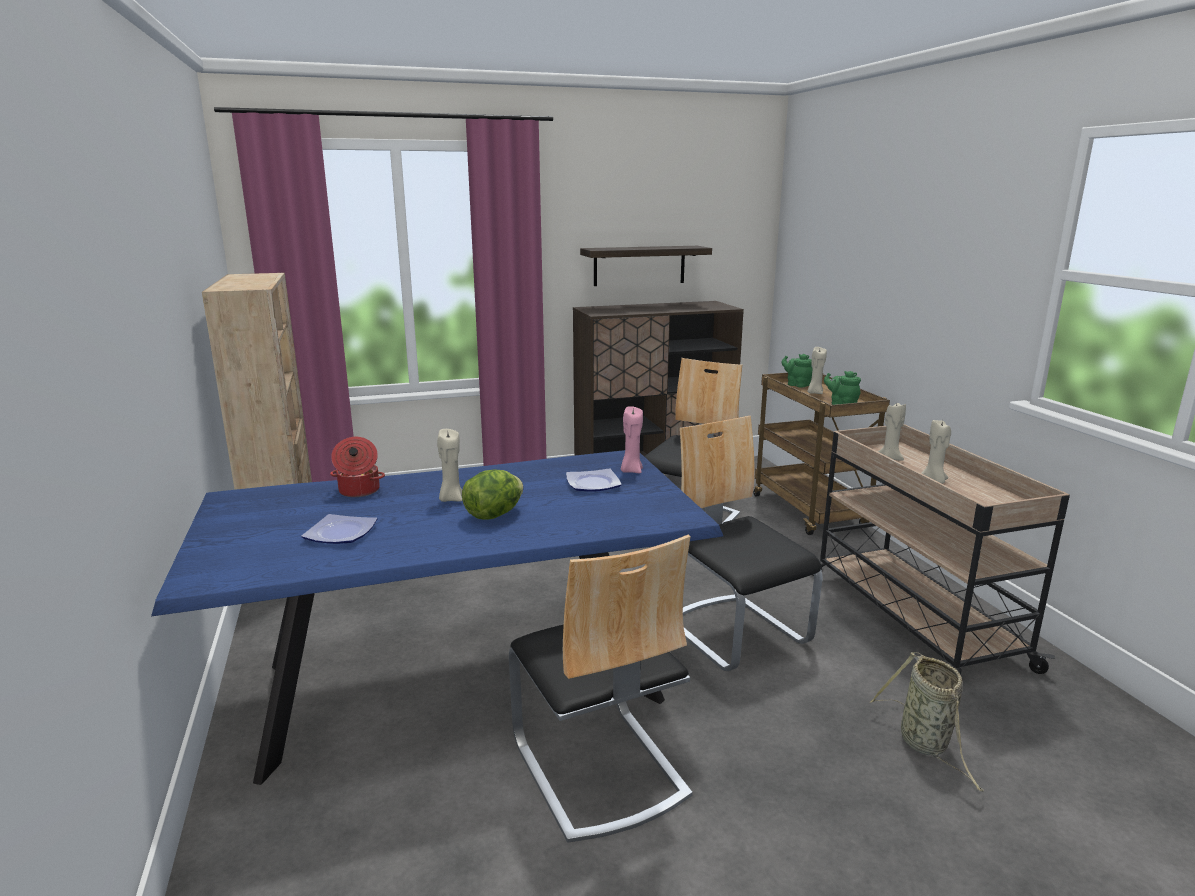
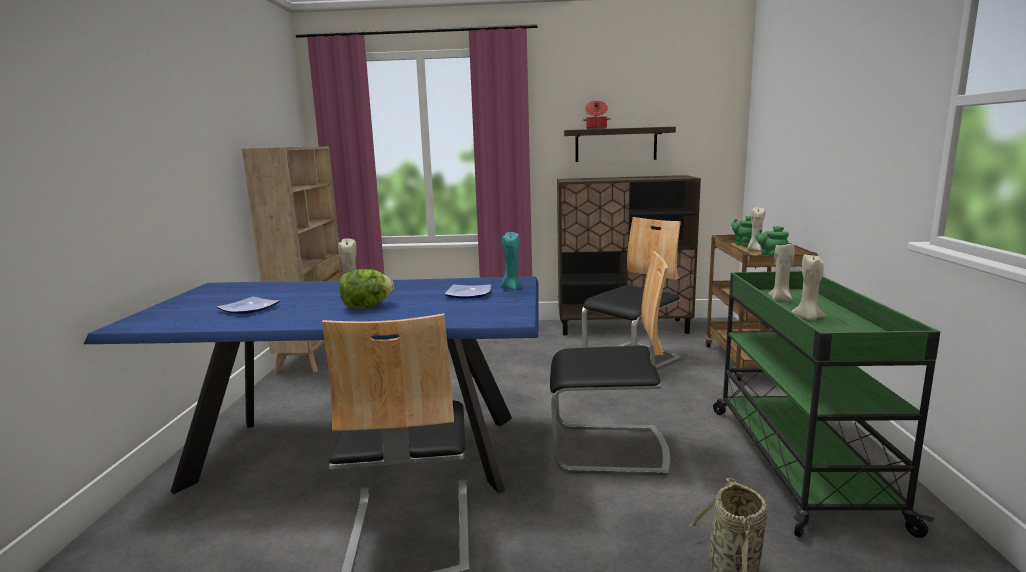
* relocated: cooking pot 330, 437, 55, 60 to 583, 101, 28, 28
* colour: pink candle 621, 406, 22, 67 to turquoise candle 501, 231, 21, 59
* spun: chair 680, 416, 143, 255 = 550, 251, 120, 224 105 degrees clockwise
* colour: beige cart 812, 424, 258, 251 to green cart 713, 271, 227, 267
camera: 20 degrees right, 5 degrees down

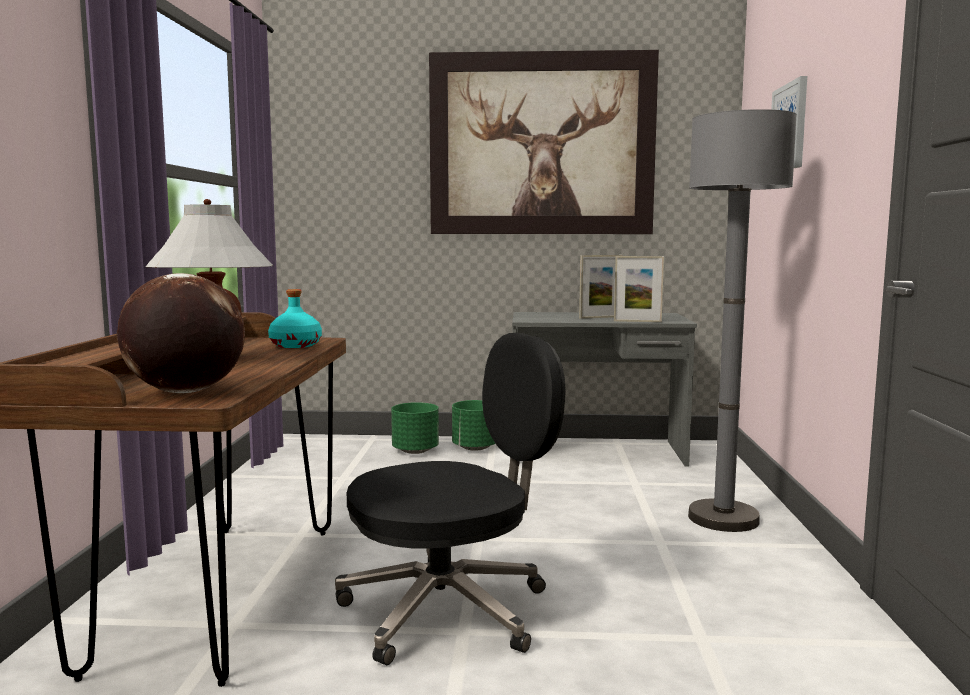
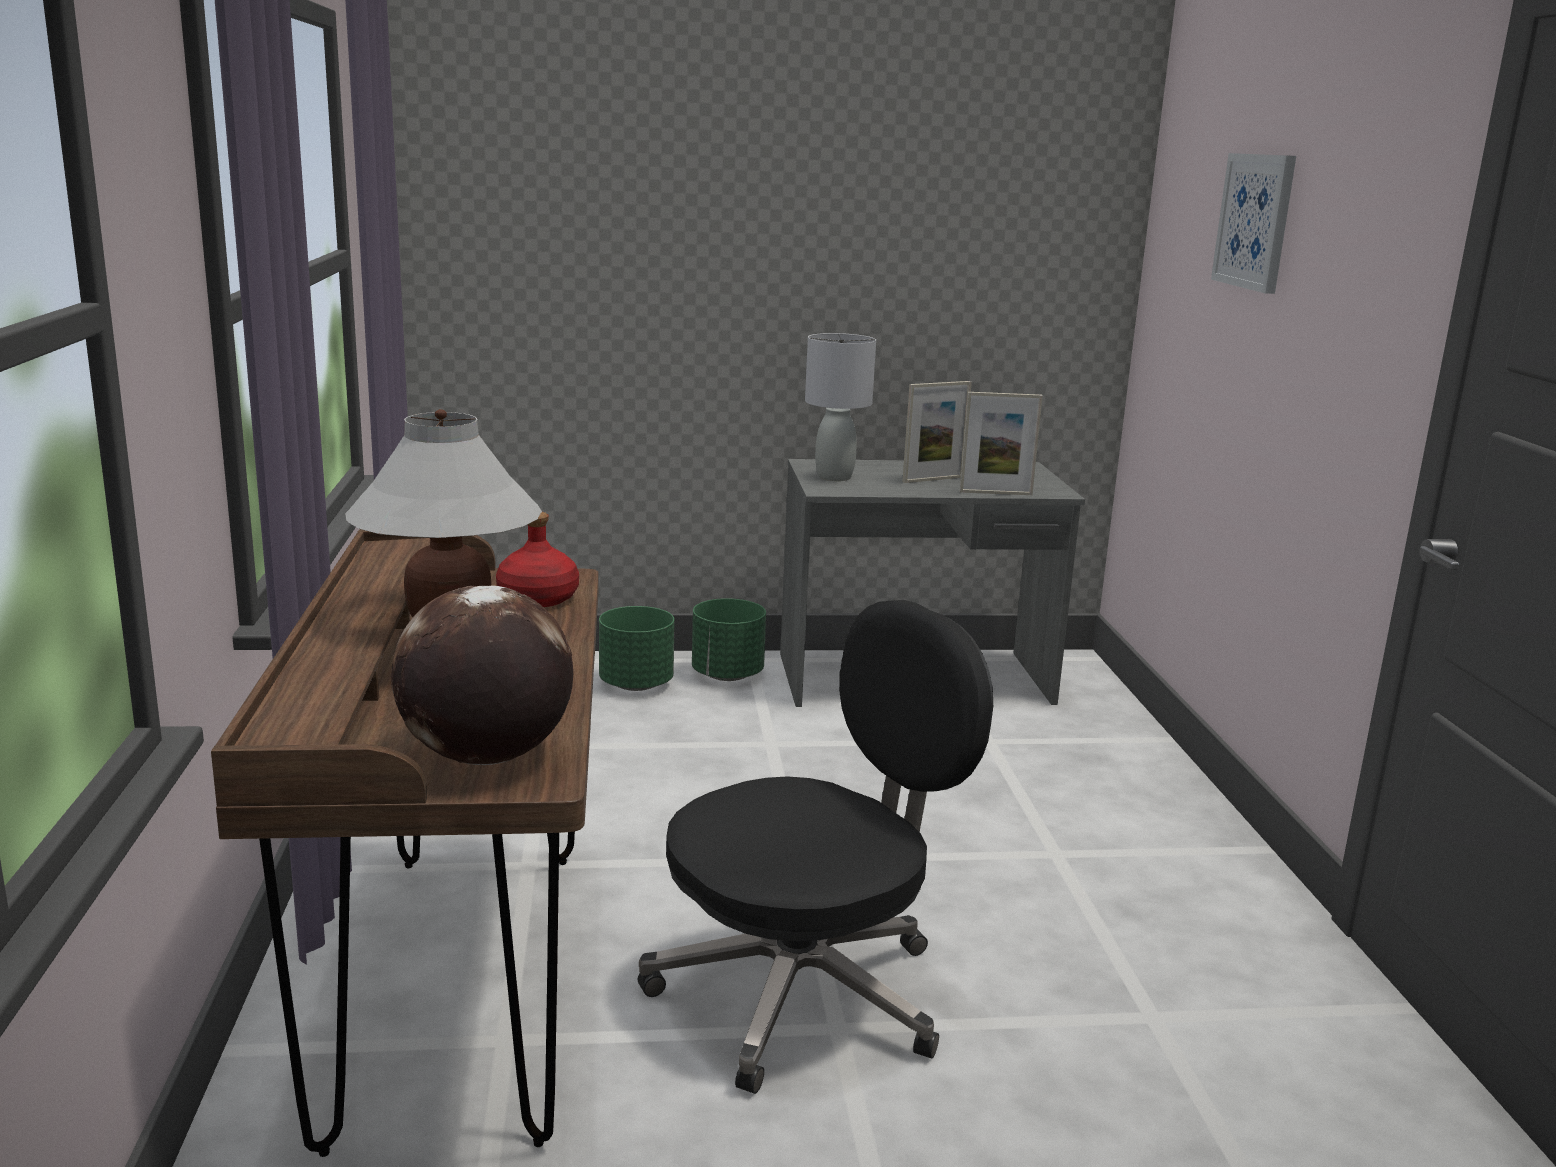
* colour: turquoise bottle 268, 289, 54, 59 to red bottle 496, 512, 83, 95
* missing: picture 429, 50, 230, 184
* missing: grey floor lamp 688, 109, 109, 423
* appeared: grey table lamp 805, 333, 71, 148
camera: 10 degrees left, 10 degrees up

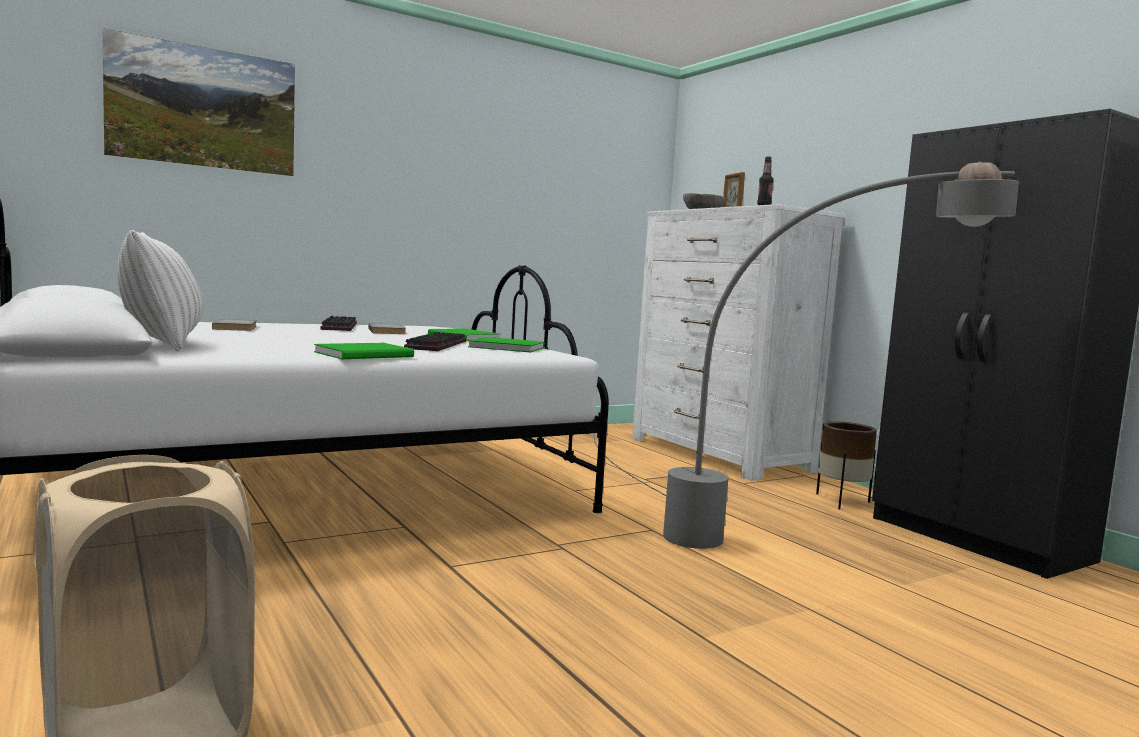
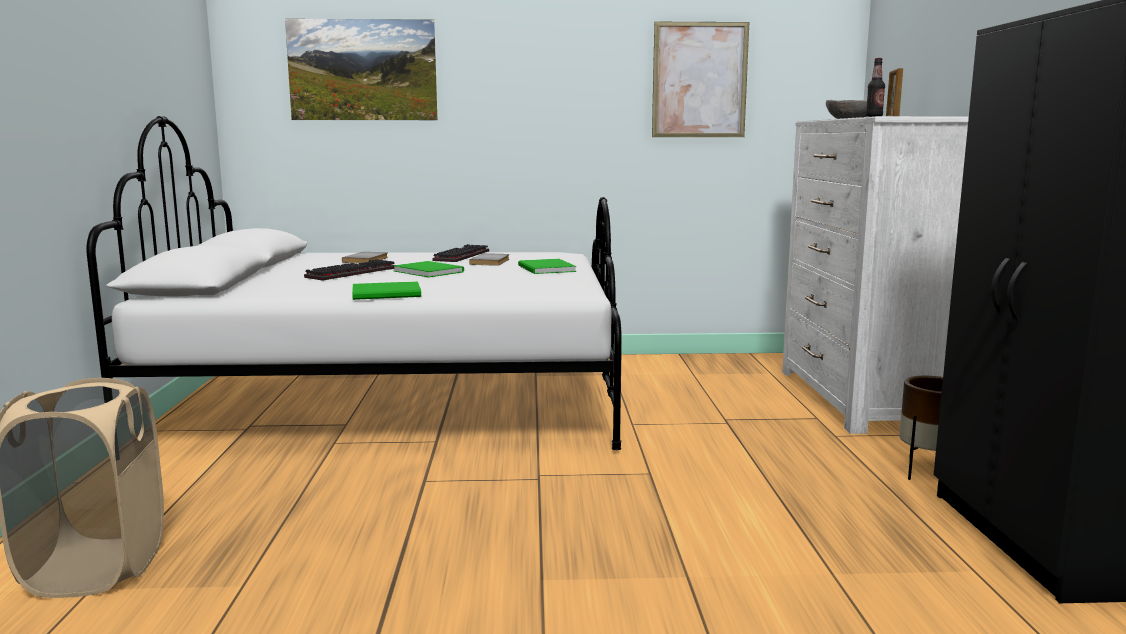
* missing: white pillow 117, 230, 86, 121
* relocated: keyboard 404, 332, 62, 19 to 304, 259, 91, 22
* relocated: green book 468, 337, 77, 15 to 393, 261, 71, 17
* missing: grey floor lamp 594, 161, 425, 388
* appeared: picture 652, 22, 97, 115
camera: 30 degrees right, 5 degrees up

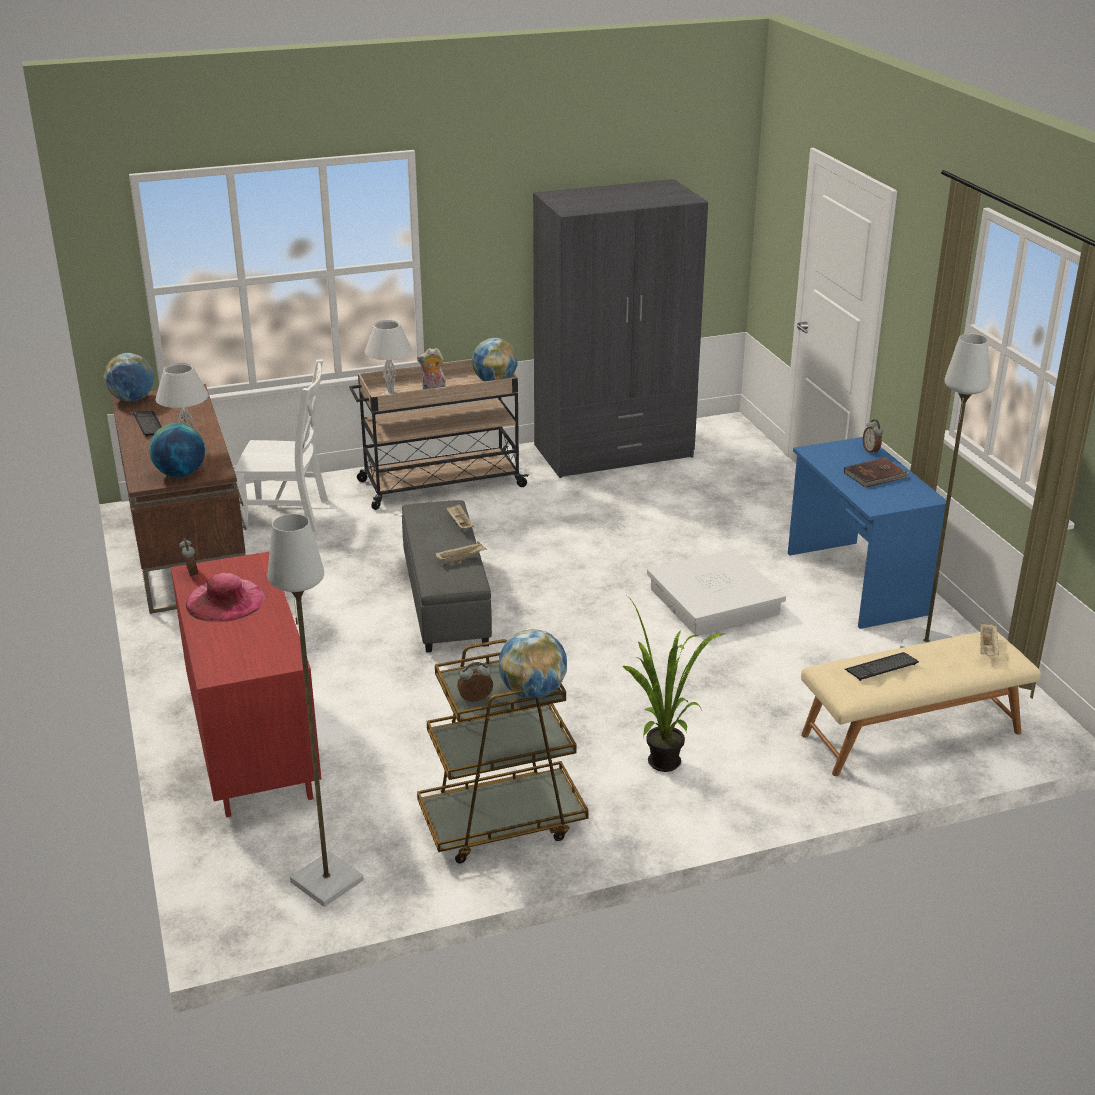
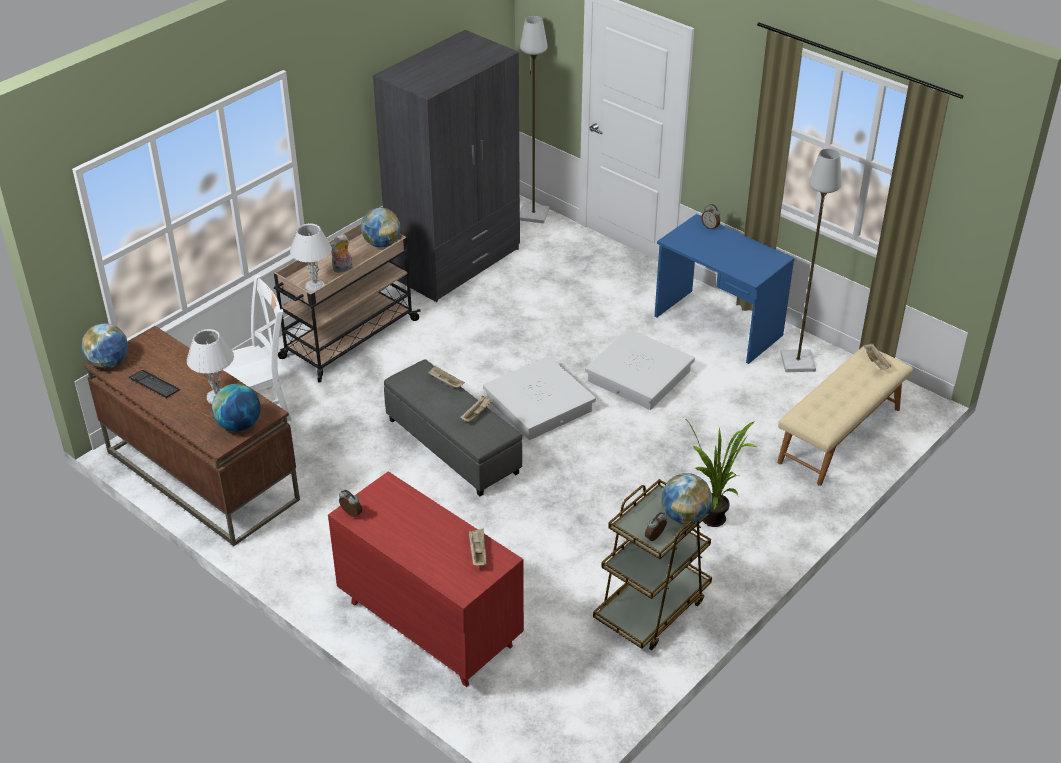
* missing: pink hat 186, 573, 79, 49
* relocated: grey floor lamp 268, 514, 96, 393 to 520, 16, 29, 207
* missing: brown book 844, 458, 65, 30
* missing: keyboard 845, 652, 74, 29
* appeared: beige tray 468, 528, 19, 38
* appeared: white storage box 483, 356, 113, 84
camera: 30 degrees left, 10 degrees up

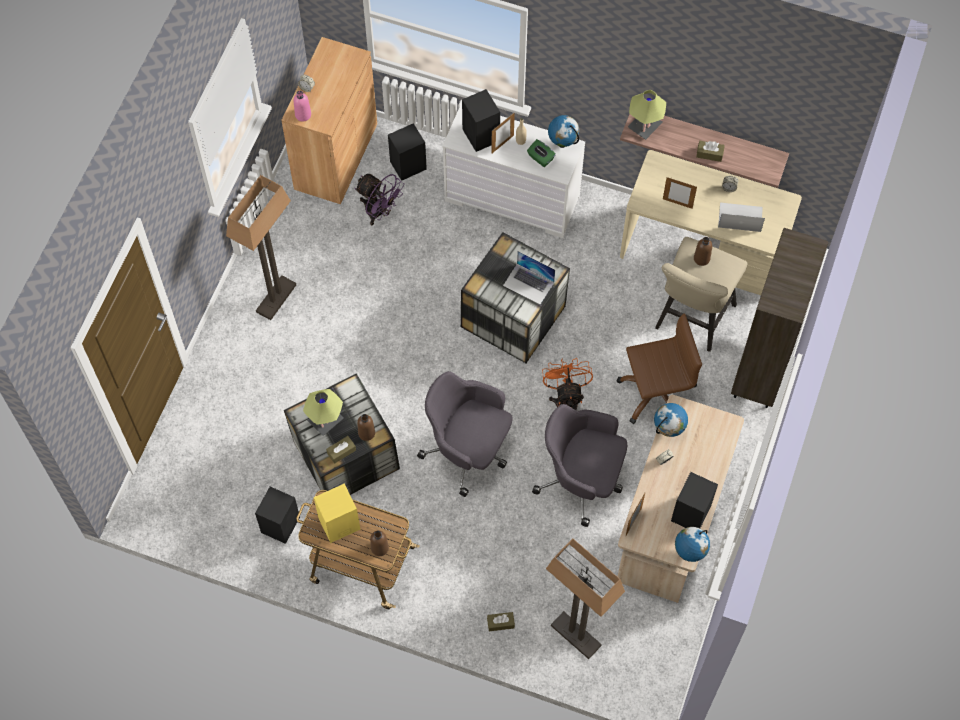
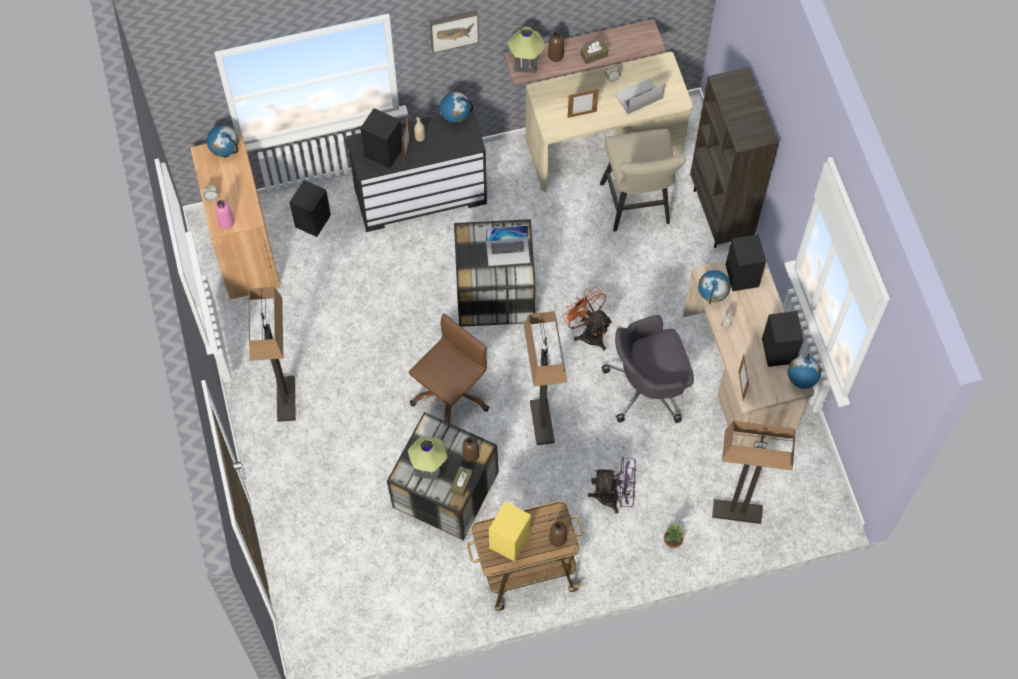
* relocated: black speaker 255, 487, 45, 57 to 725, 234, 41, 57
* relocated: purple fan 355, 174, 49, 51 to 588, 457, 48, 57
* exchanged: grey office chair 417, 371, 96, 126 to floor lamp 524, 311, 43, 134
* colour: white dresser 442, 104, 143, 134 to black dresser 346, 109, 141, 123
* exchanged: brown tissue box 487, 612, 28, 19 to potted plant 664, 523, 20, 25
* missing: green tissue box 527, 139, 29, 28
* relocated: brown office chair 617, 313, 85, 111 to 409, 313, 80, 110
* relocated: brown bottle 694, 237, 18, 29 to 548, 31, 16, 31
* appeared: globe 207, 125, 32, 32
* appeared: picture 430, 10, 49, 43
camera: 35 degrees left, 0 degrees up

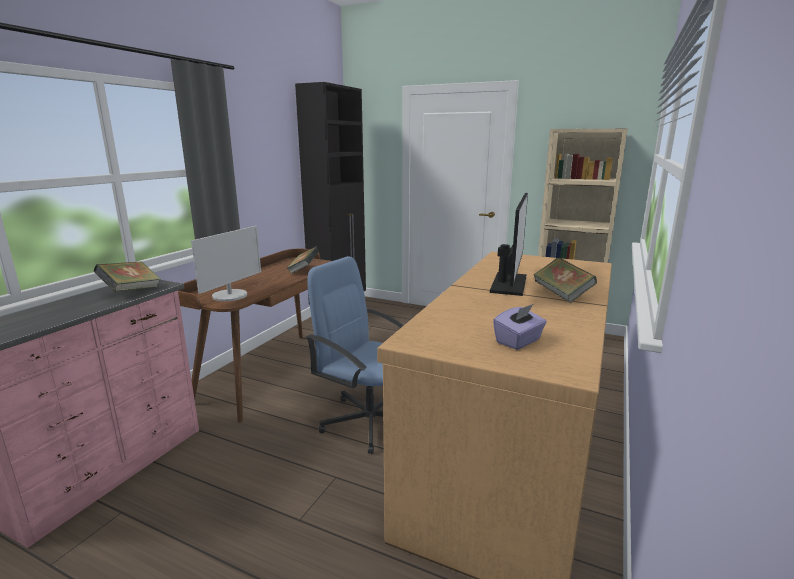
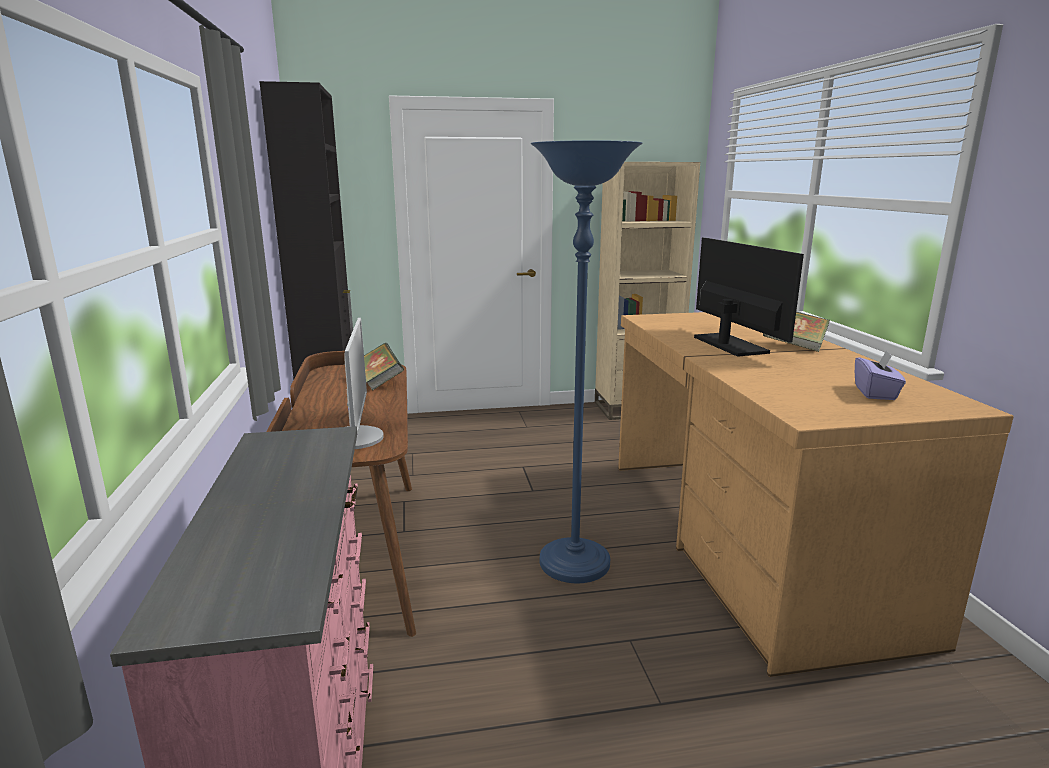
* missing: book 94, 261, 67, 30
* exchanged: blue office chair 306, 256, 98, 198 to blue floor lamp 531, 140, 111, 443
camera: 35 degrees left, 0 degrees up

